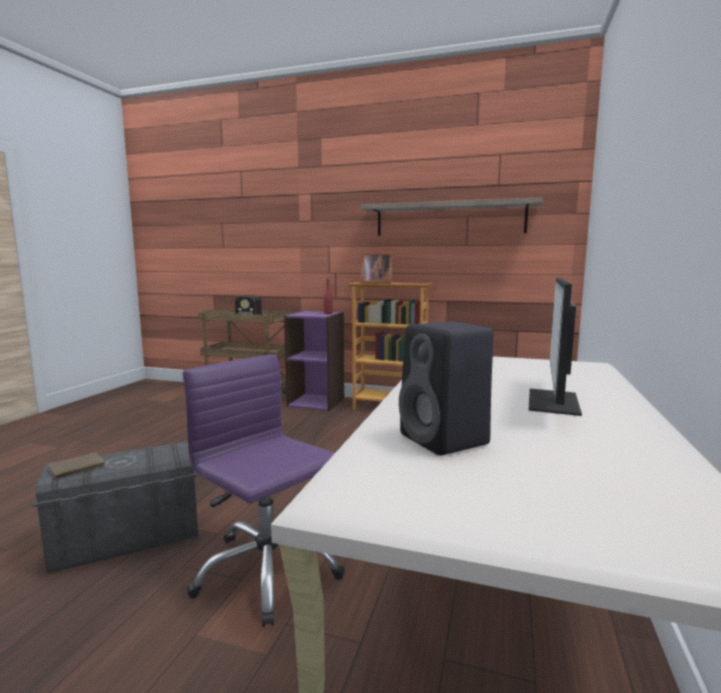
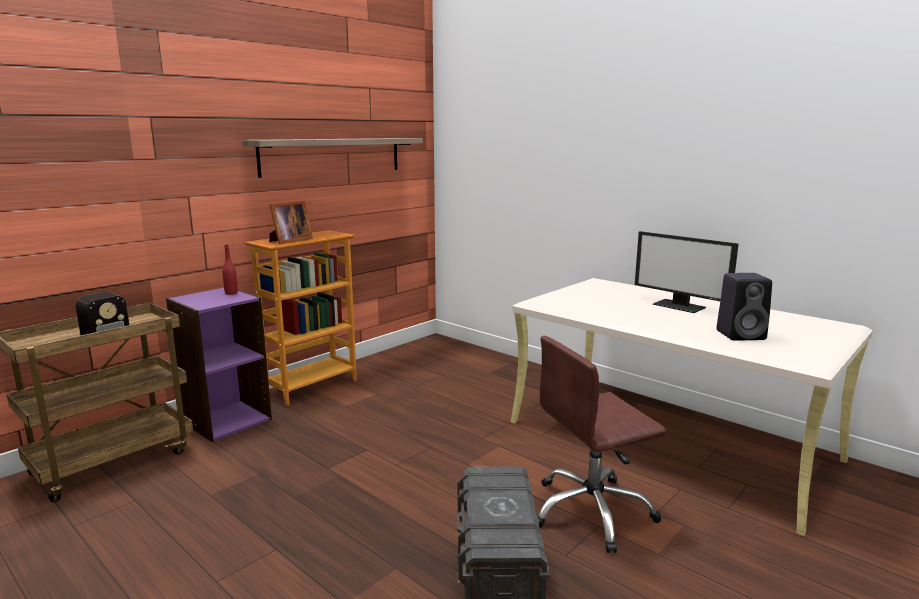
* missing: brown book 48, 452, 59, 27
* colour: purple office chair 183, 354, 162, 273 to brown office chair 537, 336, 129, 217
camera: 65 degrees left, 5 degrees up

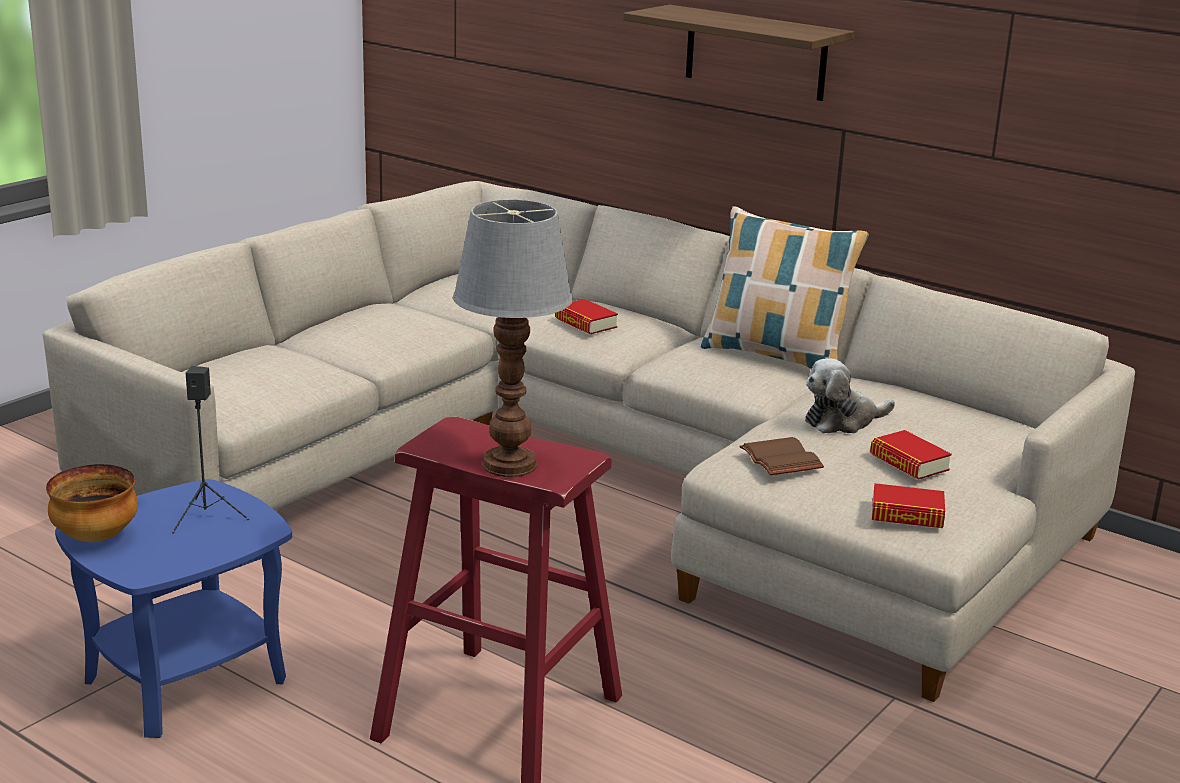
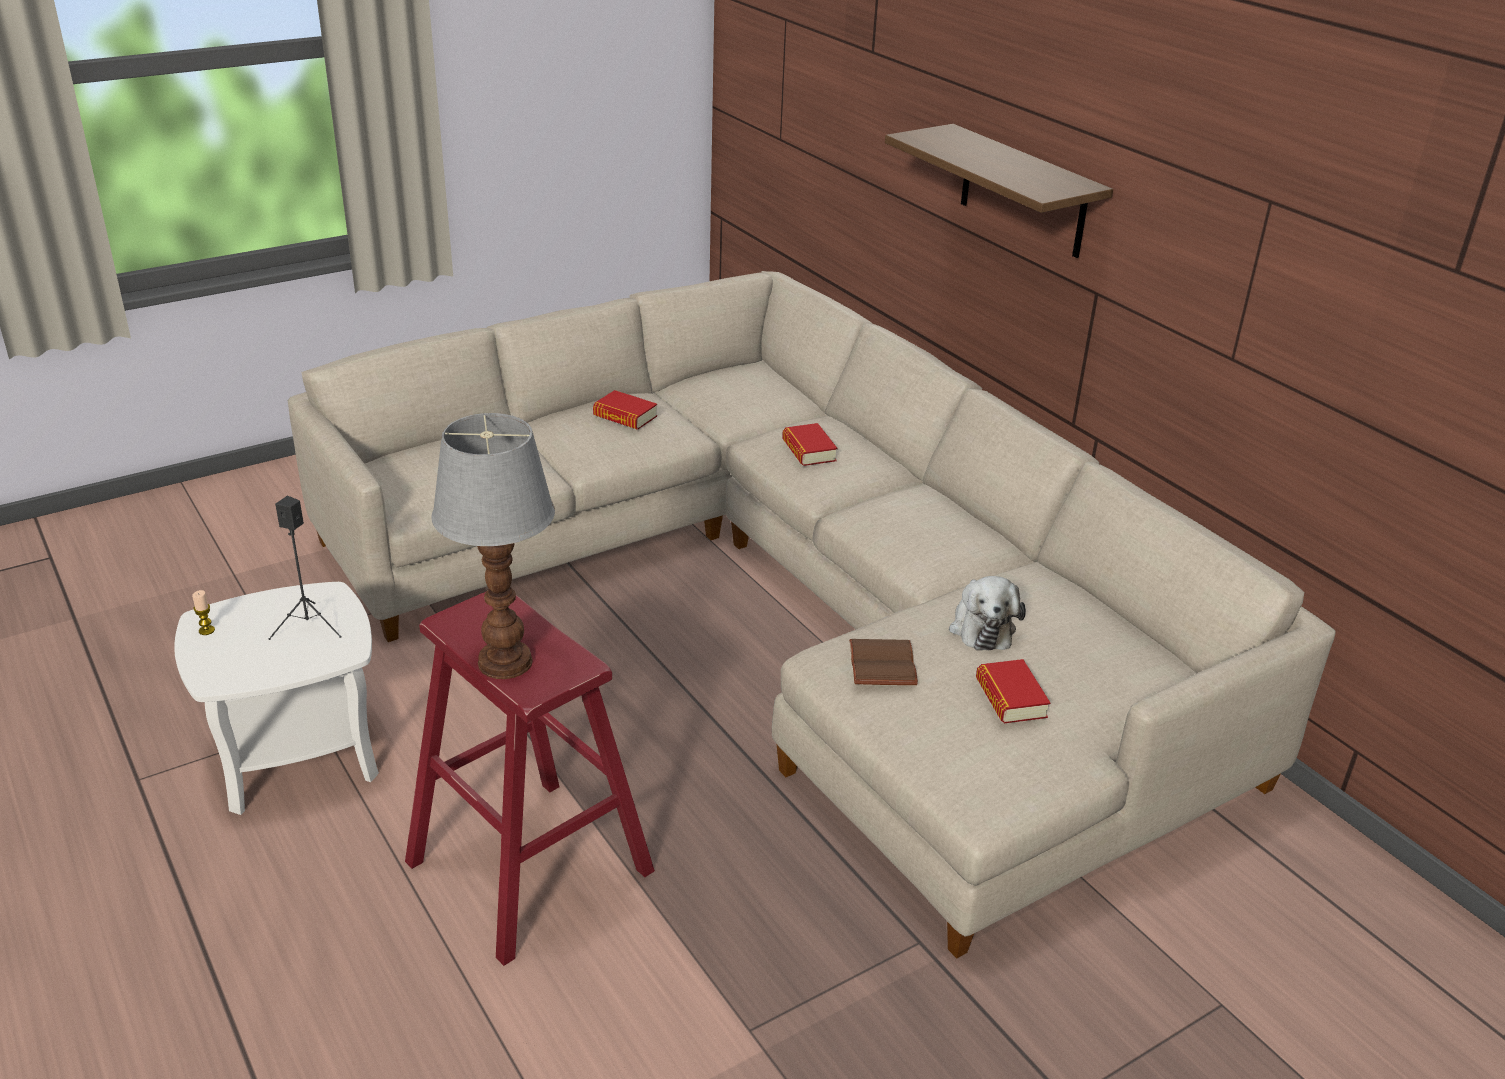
* exchanged: bowl 46, 464, 92, 78 to candle 192, 590, 23, 45
* colour: blue side table 55, 479, 237, 259 to white side table 174, 582, 205, 233
* missing: pillow 701, 206, 168, 163
* spun: plush toy 805, 359, 90, 74 = 949, 576, 77, 75 90 degrees counterclockwise
* relocated: book 872, 483, 73, 45 to 593, 390, 64, 40
camera: 20 degrees right, 10 degrees up

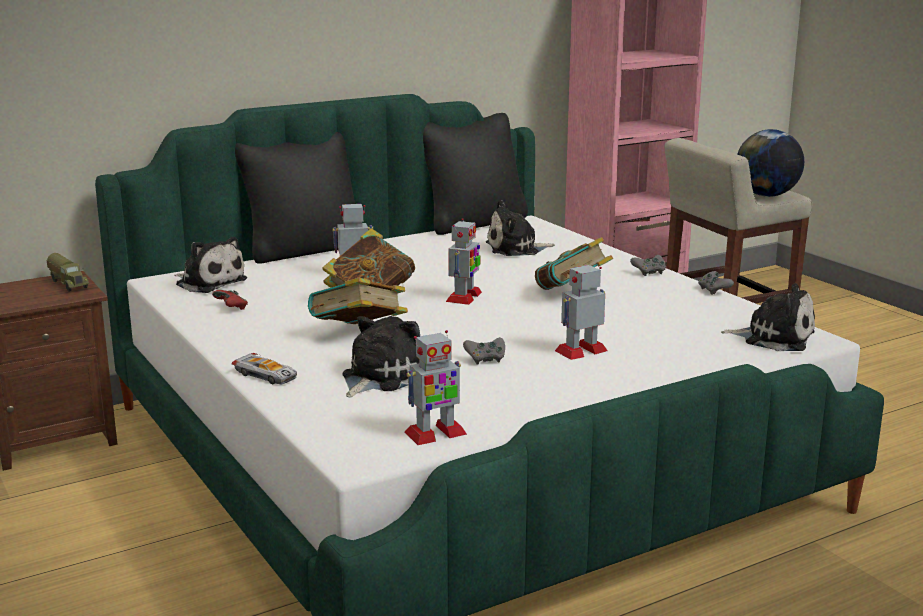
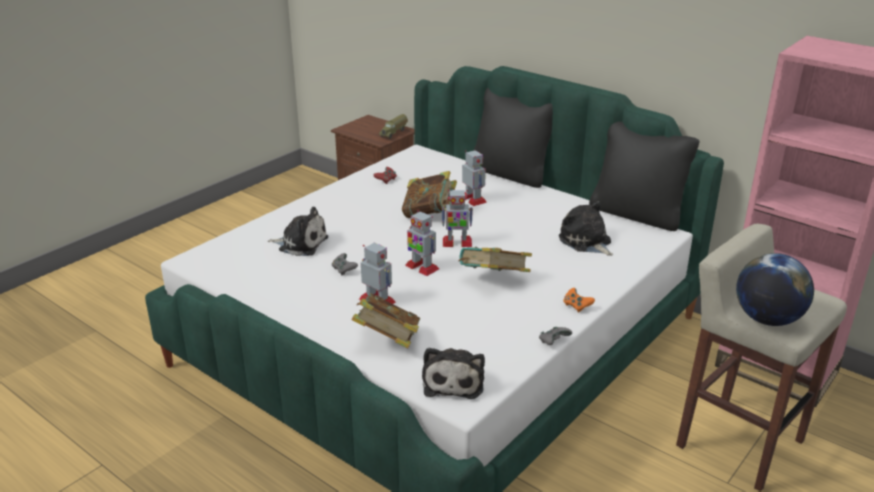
* missing: plush toy 175, 237, 72, 56
* missing: toy car 232, 353, 65, 32
* relocated: book 308, 278, 100, 46 to 351, 293, 69, 55
* relocated: toy robot 405, 330, 62, 115 to 405, 210, 34, 66
* colour: grey game controller 630, 255, 36, 21 to orange game controller 563, 288, 32, 25
camera: 70 degrees right, 10 degrees up

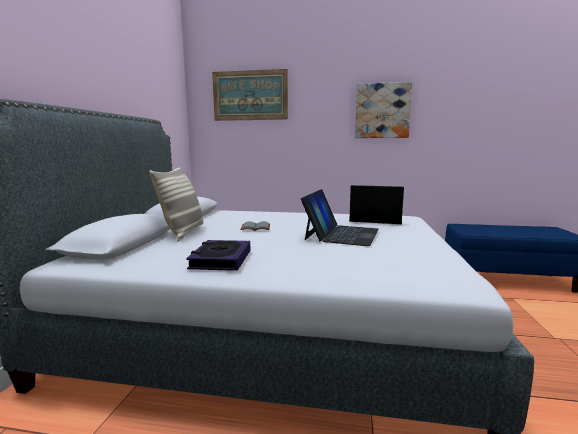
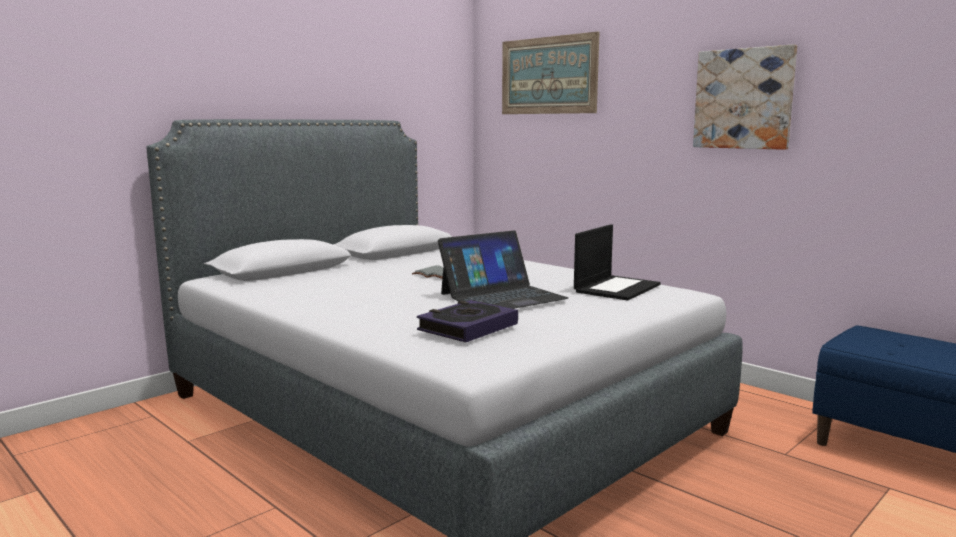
* missing: pillow 149, 167, 54, 75
* relocated: book 186, 240, 64, 31 to 417, 300, 101, 42
* spun: laptop 349, 185, 55, 39 = 574, 224, 86, 77 75 degrees clockwise
camera: 35 degrees right, 0 degrees up

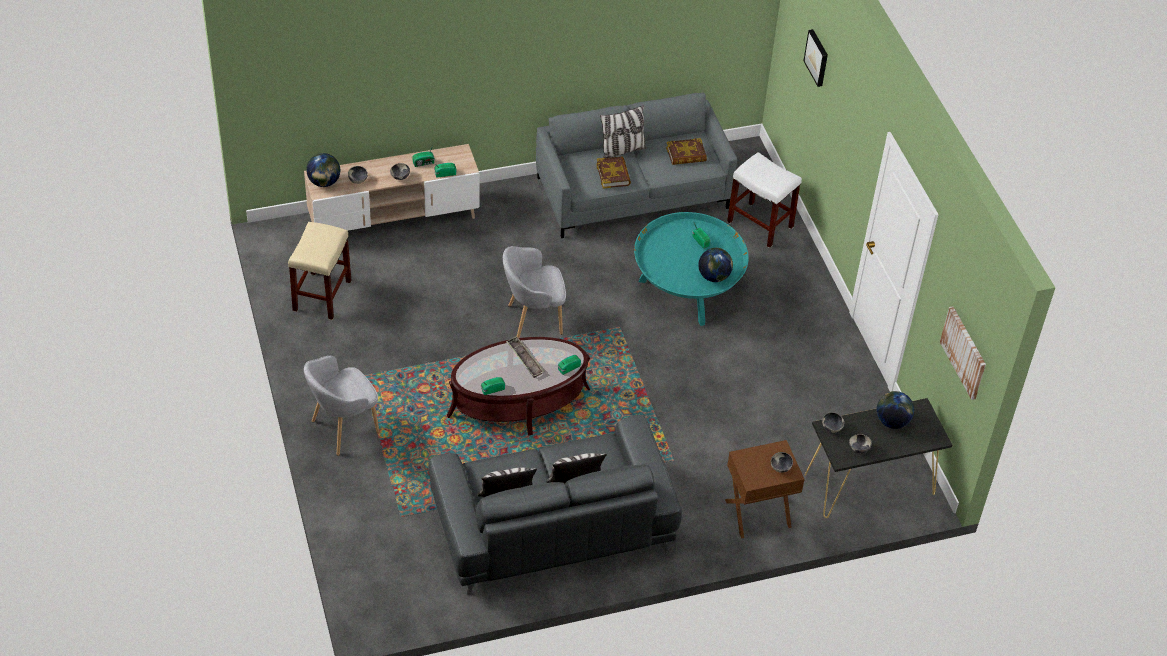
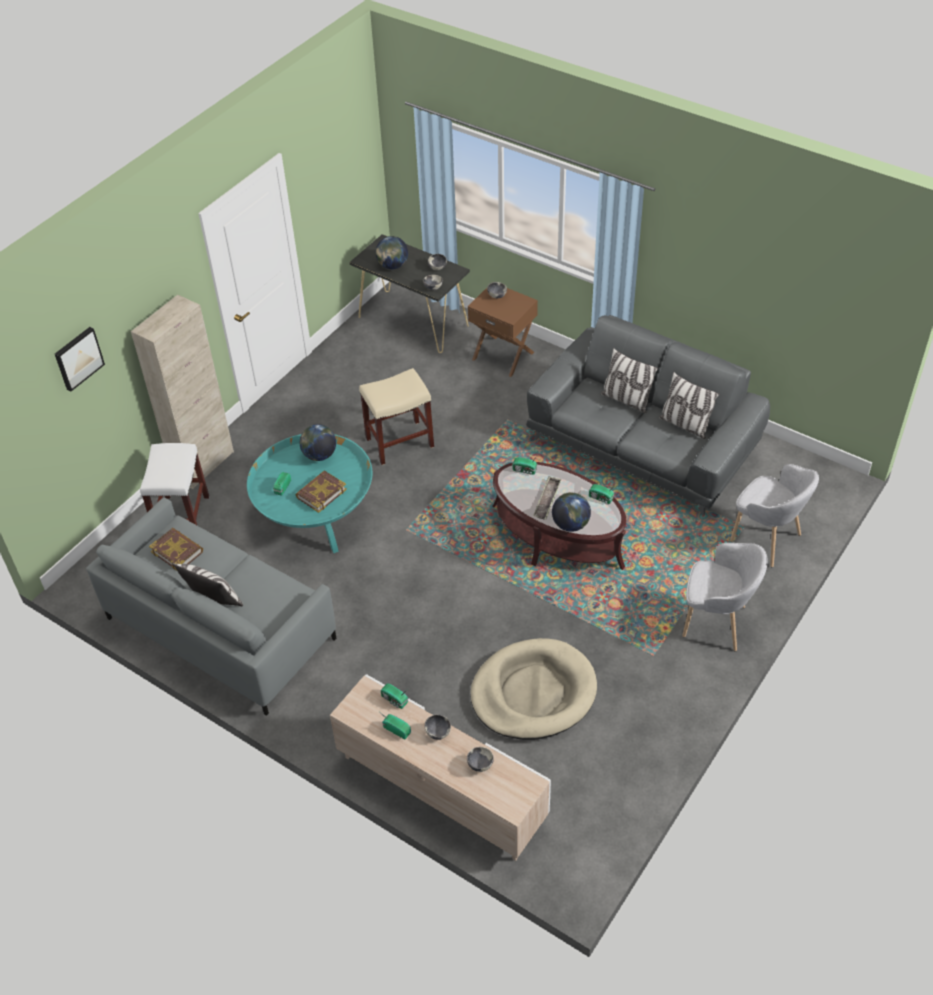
* relocated: beige stool 288, 222, 64, 98 to 359, 368, 75, 97
* relocated: globe 306, 153, 34, 34 to 552, 492, 39, 40
* relocated: grey armchair 503, 246, 63, 92 to 730, 464, 89, 103
* relocated: book 596, 156, 35, 33 to 296, 470, 51, 43
* missing: picture 940, 306, 46, 94
* appeared: beige cabinet 131, 295, 103, 194
* appeared: beige dog bed 471, 638, 126, 102
camera: 125 degrees left, 0 degrees up

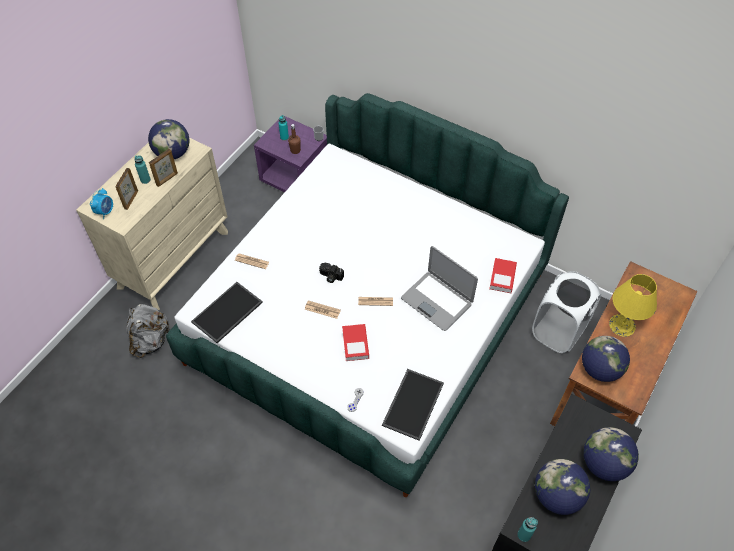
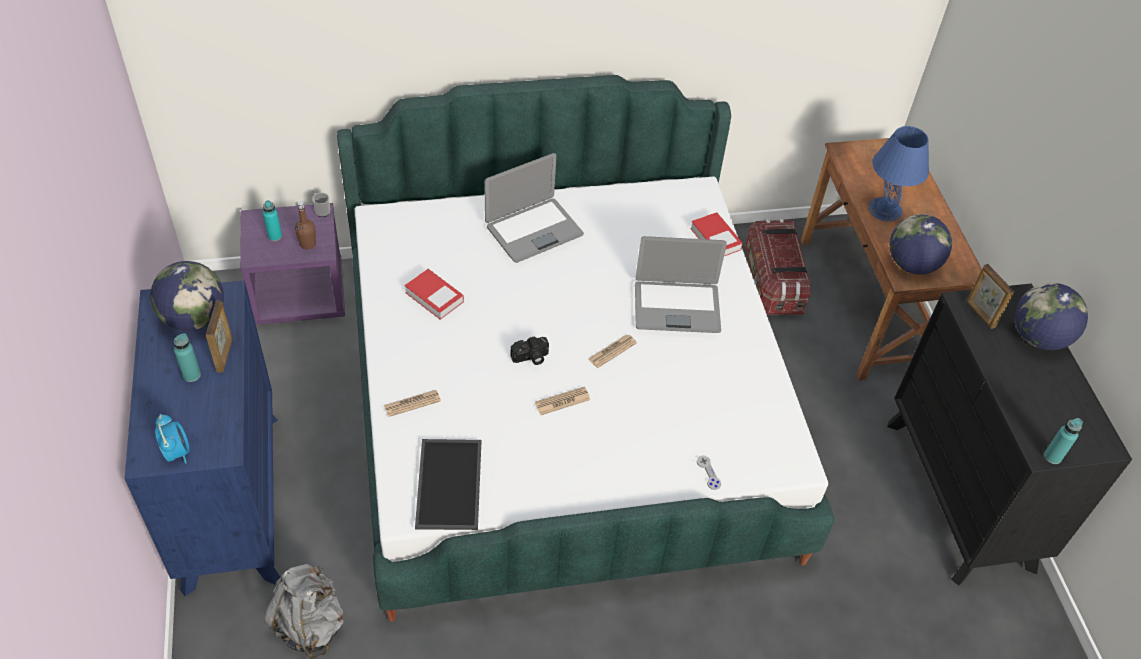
* colour: beige dresser 76, 138, 152, 172 to blue dresser 125, 280, 155, 316
* relocated: picture frame 115, 168, 23, 42 to 966, 264, 48, 65
* relocated: book 342, 324, 27, 37 to 405, 269, 59, 51
* missing: tray 382, 369, 62, 72
* exchanged: white laundry basket 532, 271, 69, 82 to storage box 745, 219, 65, 96
* missing: globe 535, 459, 56, 56
* colour: yellow table lamp 609, 274, 48, 63 to blue table lamp 868, 126, 61, 96
* appeared: laptop 485, 153, 99, 110
camera: 45 degrees left, 5 degrees down

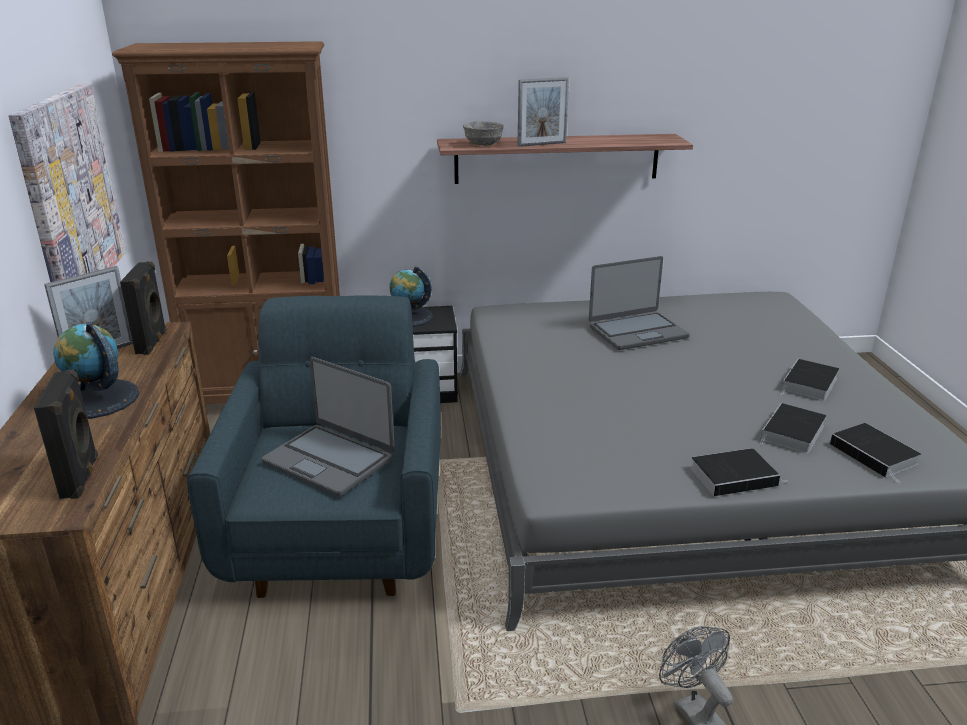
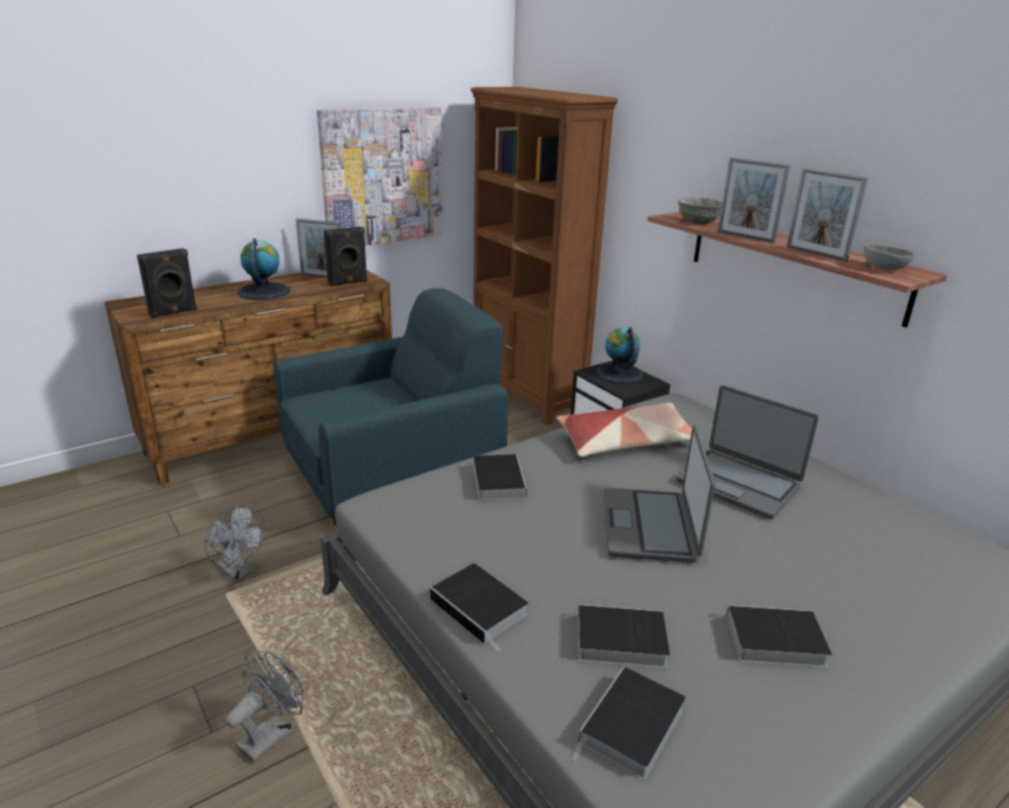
* relocated: laptop 262, 357, 133, 140 to 604, 425, 111, 138
* appeared: grey fan 205, 505, 60, 77
* appeared: book 473, 454, 54, 47
* appeared: pillow 556, 402, 146, 55
* appeared: picture frame 786, 168, 82, 94
* appeared: grey bowl 864, 244, 51, 26
camera: 60 degrees right, 0 degrees up

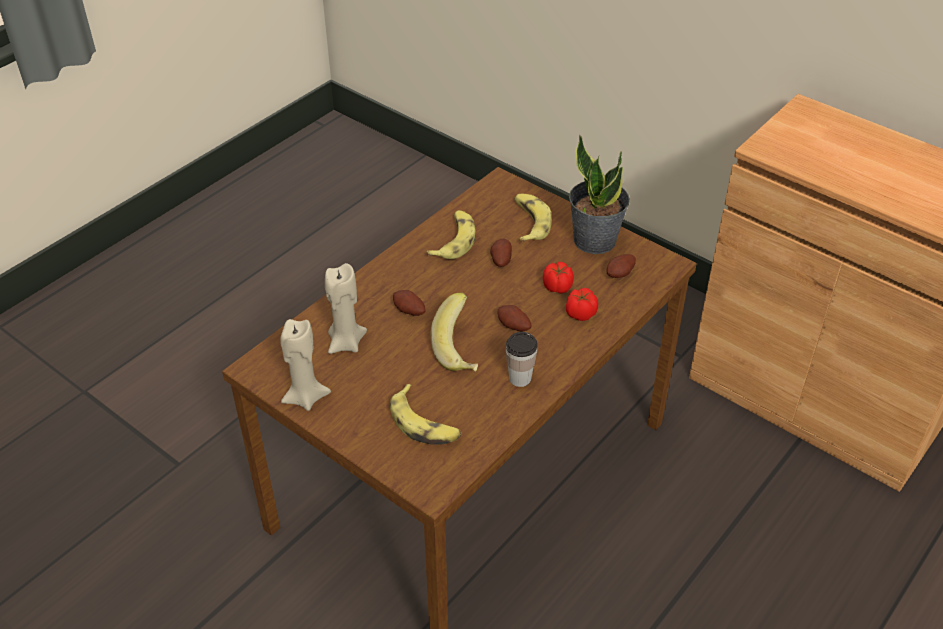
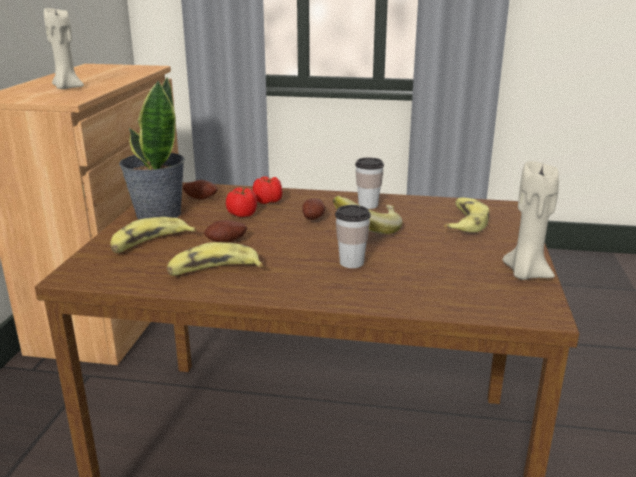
* relocated: beige candle 325, 263, 42, 91 to 44, 7, 40, 82
* exchanged: potato 393, 290, 33, 26 to cup 335, 205, 36, 63
camera: 120 degrees left, 20 degrees down

